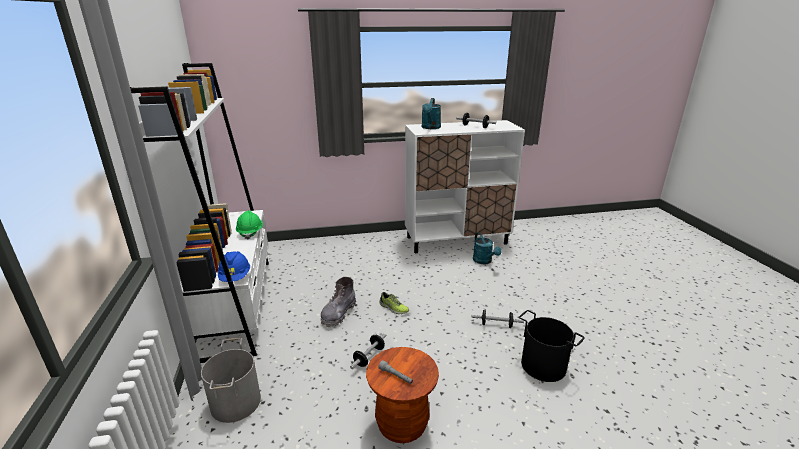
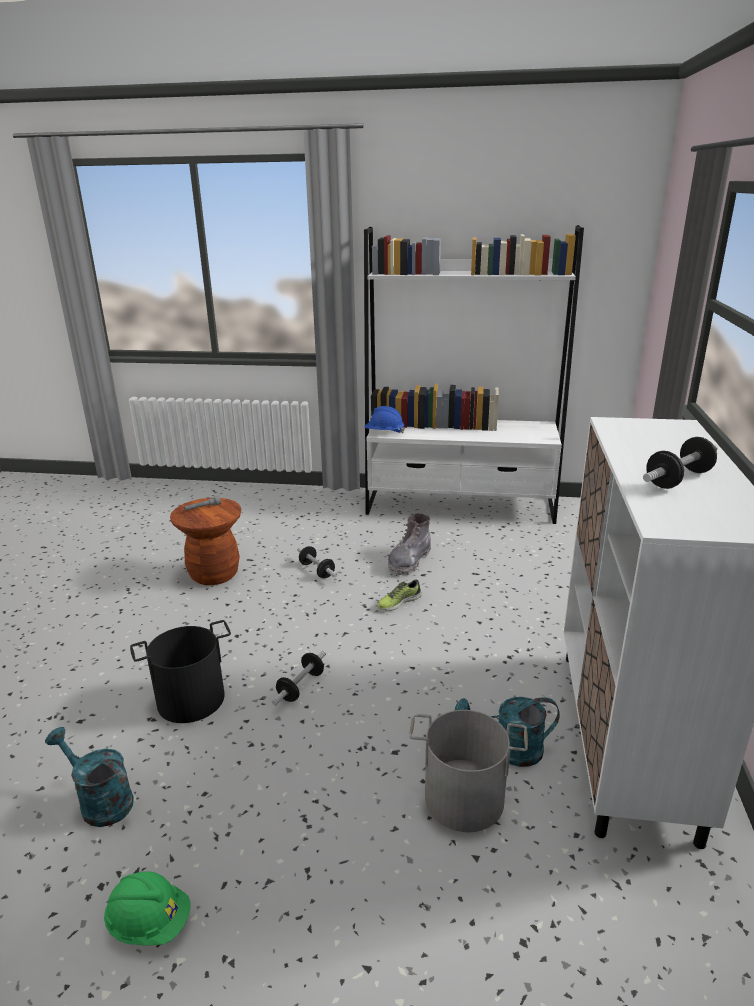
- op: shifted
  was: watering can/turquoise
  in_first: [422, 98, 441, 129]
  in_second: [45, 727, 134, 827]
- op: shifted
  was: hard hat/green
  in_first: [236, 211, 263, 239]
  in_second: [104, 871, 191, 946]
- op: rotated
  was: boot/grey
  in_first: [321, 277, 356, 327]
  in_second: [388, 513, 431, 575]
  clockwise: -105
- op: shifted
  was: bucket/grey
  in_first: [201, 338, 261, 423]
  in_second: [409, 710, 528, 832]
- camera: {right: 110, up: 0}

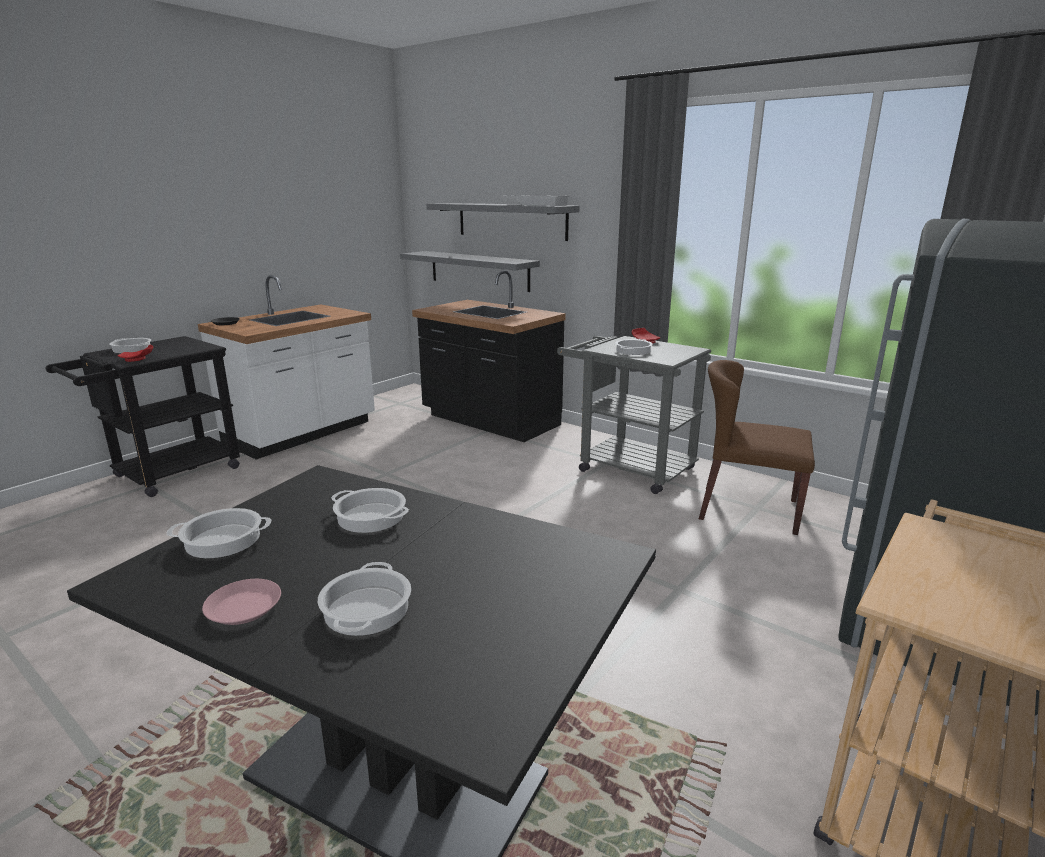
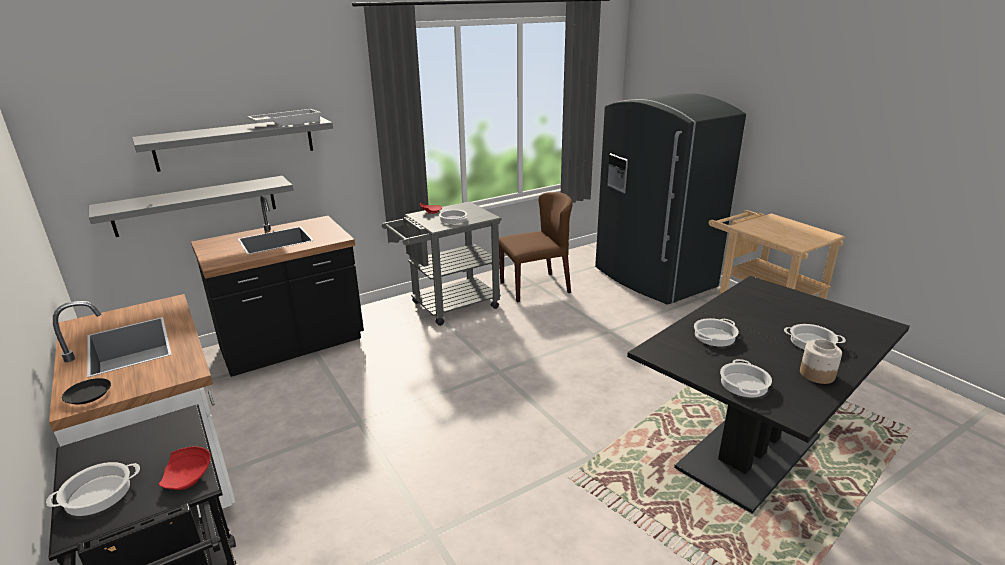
- op: rotated
  was: chair/brown
  in_first: [699, 360, 815, 535]
  in_second: [499, 192, 573, 302]
  clockwise: -150
- op: swapped
  was: plate/pink
  now: jar
  in_first: [202, 579, 281, 625]
  in_second: [800, 339, 842, 384]
- camera: {right: -70, up: 5}

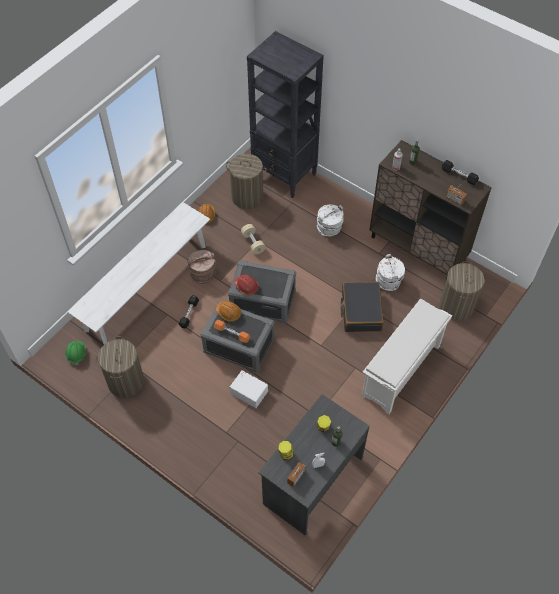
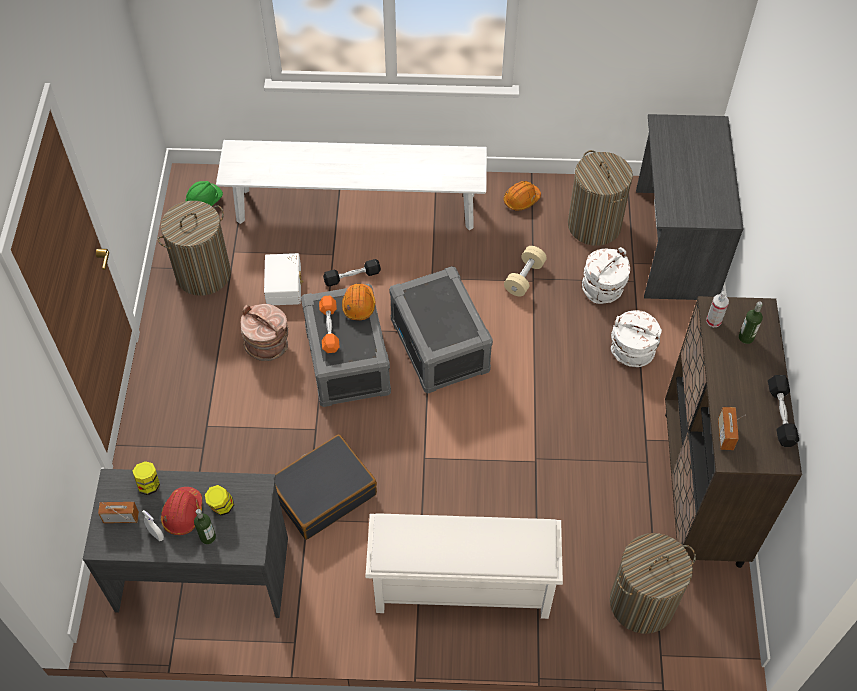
- op: shifted
  was: hard hat/red
  in_first: [234, 274, 259, 295]
  in_second: [161, 487, 202, 535]
- op: shifted
  was: bucket/brown
  in_first: [187, 250, 216, 284]
  in_second: [241, 304, 288, 361]
- op: shifted
  was: storage box/white
  in_first: [230, 370, 268, 408]
  in_second: [264, 253, 304, 305]
- op: shifted
  was: suitcase/black
  in_first: [341, 282, 384, 332]
  in_second: [275, 434, 377, 540]
- op: shifted
  was: bucket/white
  in_first: [376, 254, 405, 291]
  in_second: [582, 247, 630, 304]
- op: swapped
  was: bookcase/black
  now: desk/grey
  in_first: [247, 31, 324, 198]
  in_second: [636, 114, 744, 300]
- camera: {right: 55, up: 0}

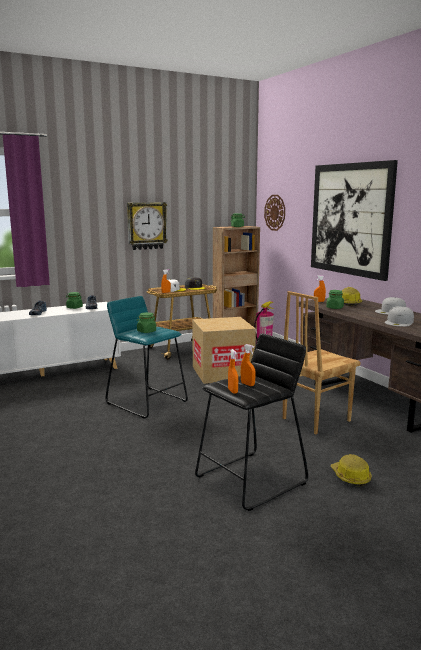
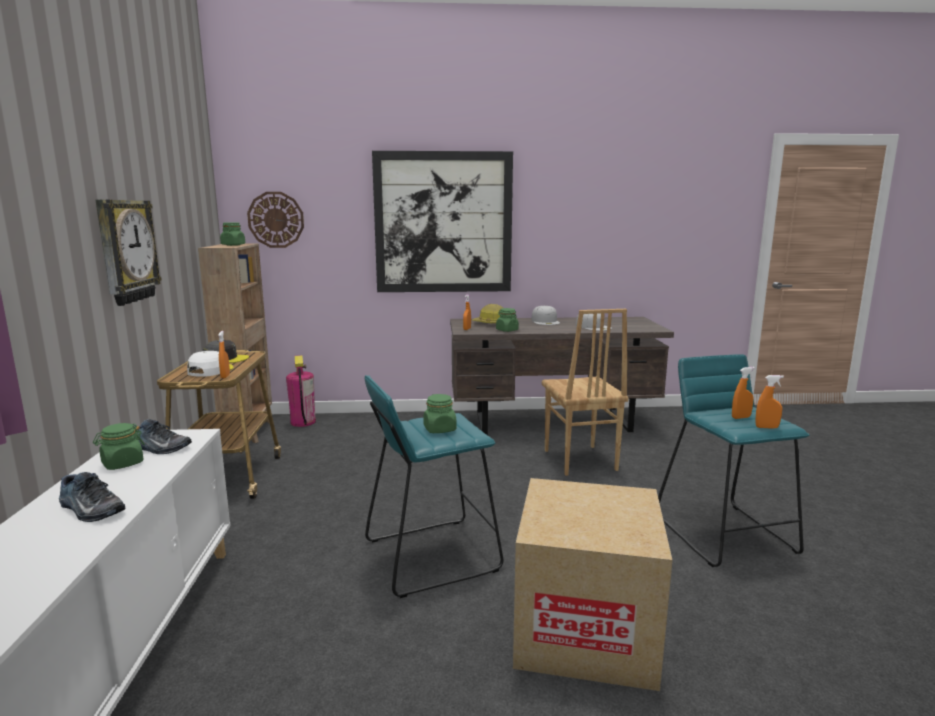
- op: shifted
  was: cardboard box
  in_first: [192, 317, 256, 384]
  in_second: [513, 478, 673, 691]
- op: repainted
  was: stool/black
  now: stool/turquoise
  in_first: [195, 334, 308, 511]
  in_second: [658, 354, 810, 567]
- op: gone
  was: hard hat
  in_first: [331, 454, 372, 486]
- camera: {right: -65, up: 0}

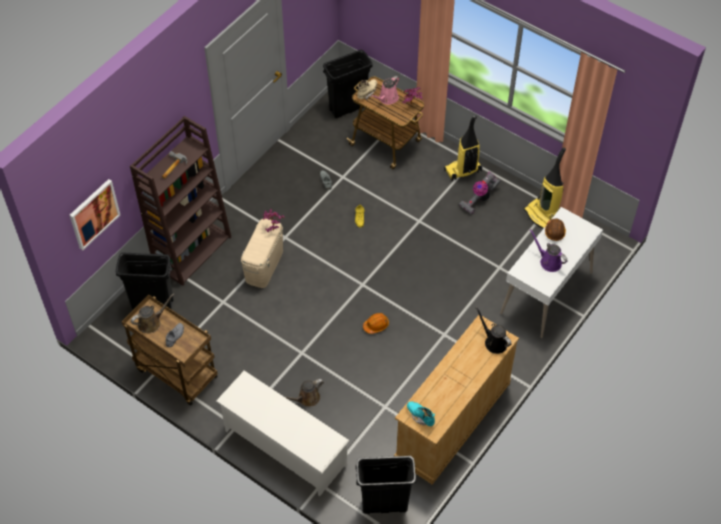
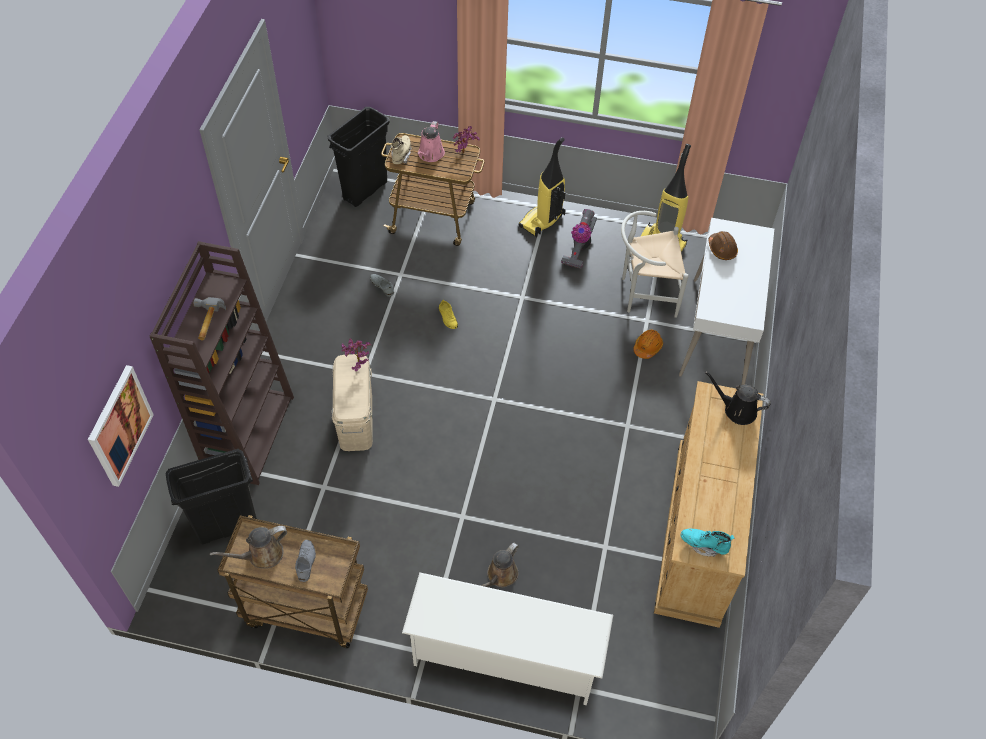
- op: rotated
  was: watering can/brown
  in_first: [131, 293, 175, 333]
  in_second: [210, 526, 287, 569]
  clockwise: -150
- op: new
  now: chair/white
  in_second: [621, 211, 688, 318]
- op: shifted
  was: hard hat/orange
  in_first: [363, 313, 389, 334]
  in_second: [633, 330, 663, 359]
- op: gone
  was: trash can/black
  in_first: [356, 456, 416, 514]
- op: gone
  was: watering can/purple
  in_first: [530, 229, 568, 272]
- camera: {right: -25, up: 0}

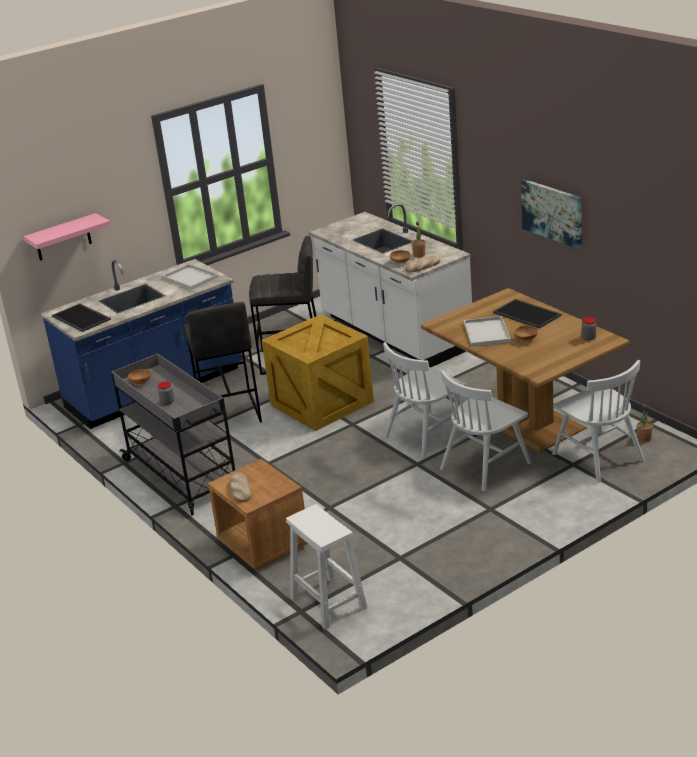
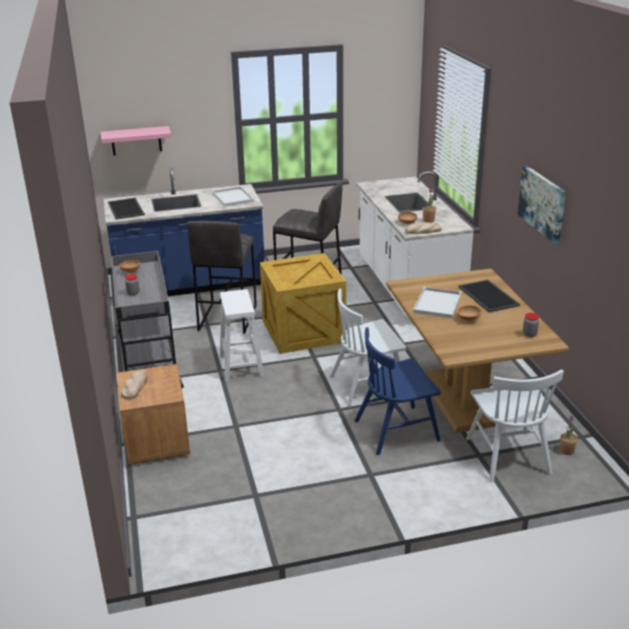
- op: shifted
  was: stool/white
  in_first: [286, 504, 368, 630]
  in_second: [220, 289, 264, 381]
- op: repainted
  was: chair/white
  now: chair/blue
  in_first: [440, 370, 531, 491]
  in_second: [354, 327, 441, 455]
- camera: {right: 20, up: 0}

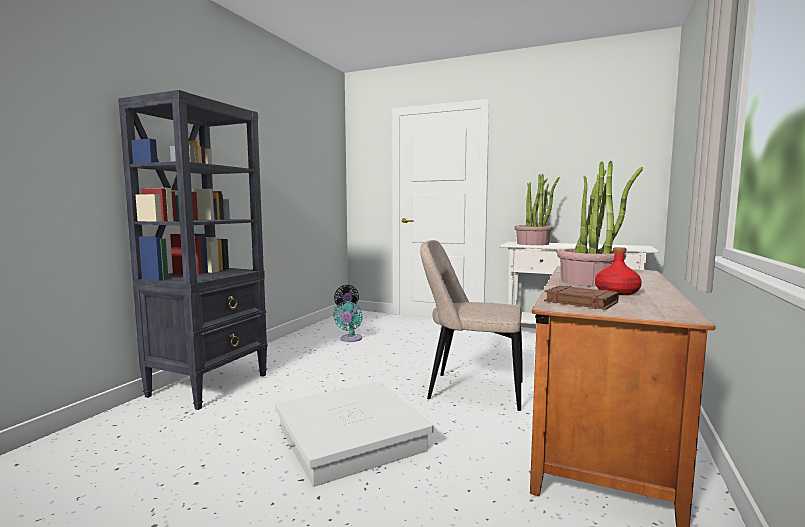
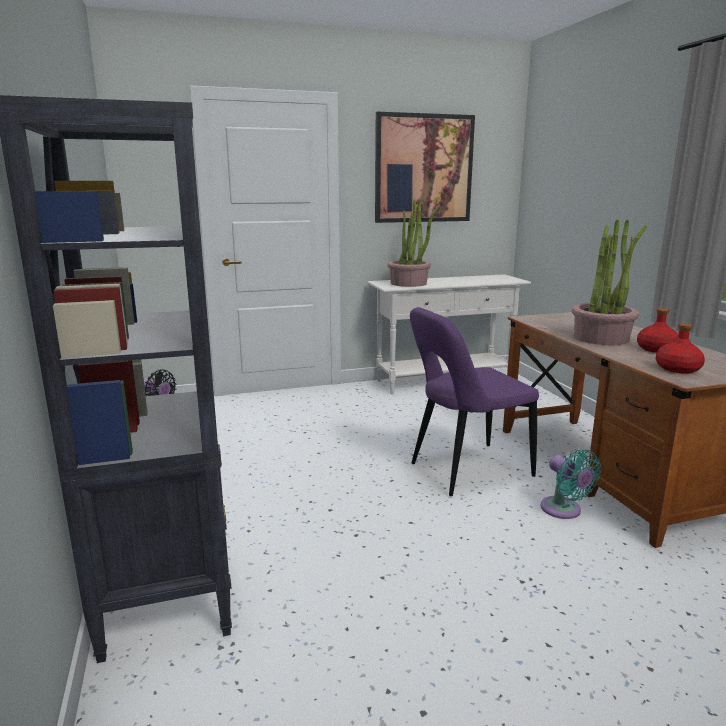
- op: new
  now: picture
  in_second: [375, 112, 475, 223]
- op: repainted
  was: chair/beige
  now: chair/purple
  in_first: [420, 240, 523, 411]
  in_second: [410, 307, 539, 496]
- op: shifted
  was: fan/turquoise
  in_first: [333, 301, 362, 342]
  in_second: [541, 449, 601, 519]
- op: swapped
  was: book/brown
  now: bottle/red
  in_first: [544, 285, 619, 310]
  in_second: [656, 323, 705, 374]
- op: gone
  was: storage box/white
  in_first: [275, 382, 433, 487]
- camera: {right: -40, up: 10}

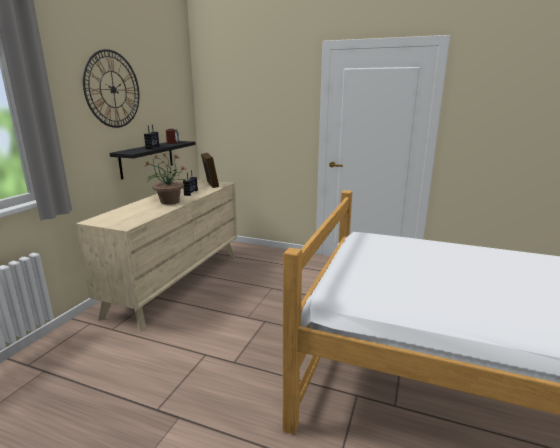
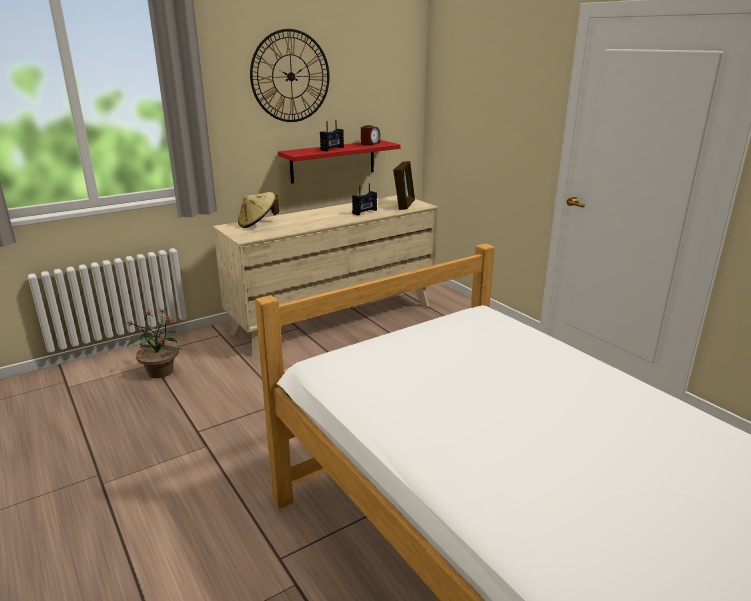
- op: shifted
  was: potted plant
  in_first: [145, 153, 186, 205]
  in_second: [127, 309, 180, 378]
- op: new
  now: hat/beige
  in_second: [238, 192, 279, 228]
- op: repainted
  was: shelf/black
  now: shelf/red
  in_first: [110, 141, 196, 179]
  in_second: [278, 140, 401, 184]
- camera: {right: 35, up: 5}

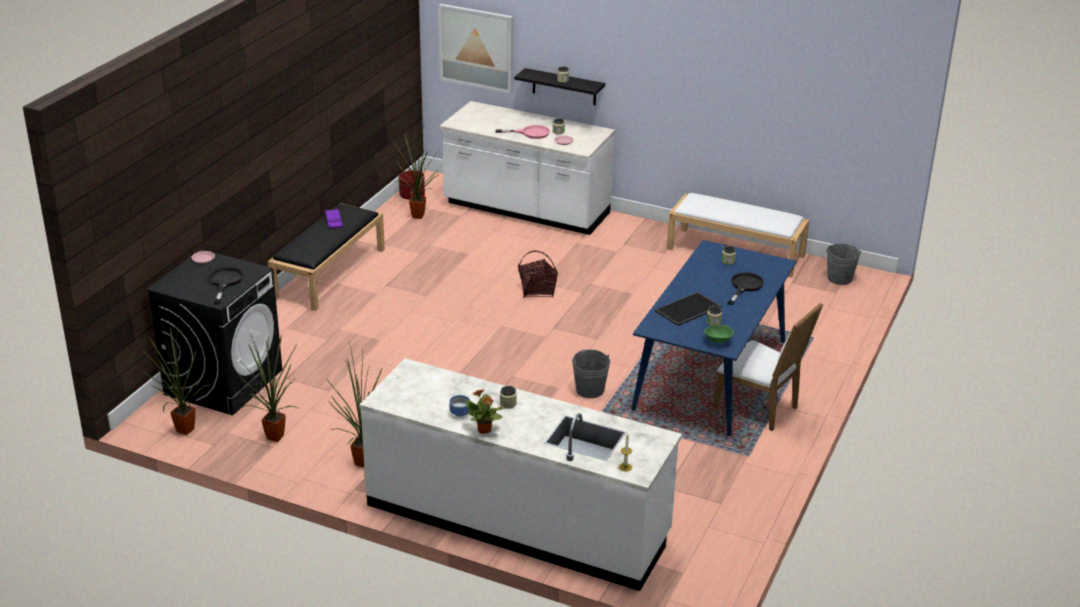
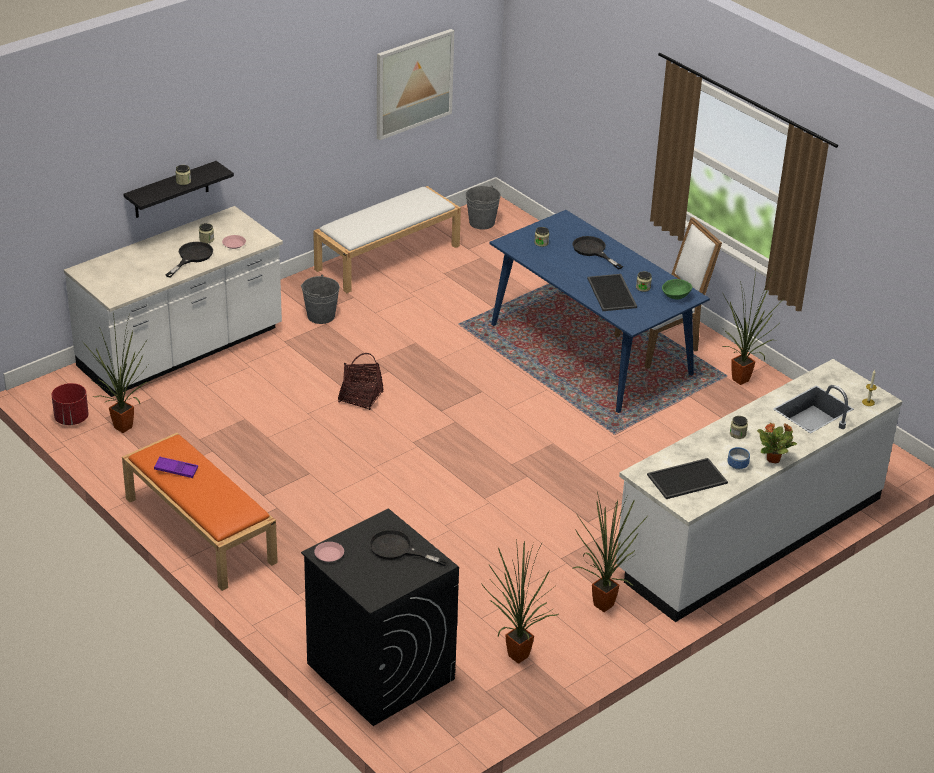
- op: repainted
  was: bench/black
  now: bench/orange
  in_first: [268, 203, 385, 311]
  in_second: [122, 433, 278, 591]
- op: repainted
  was: frying pan/pink
  now: frying pan/black
  in_first: [495, 125, 550, 139]
  in_second: [166, 242, 213, 278]
- op: shifted
  was: bucket/grey
  in_first: [572, 349, 610, 398]
  in_second: [301, 275, 340, 324]
- op: shifted
  was: picture
  in_first: [438, 4, 513, 94]
  in_second: [377, 29, 454, 140]
- op: new
  now: tray
  in_second: [647, 458, 728, 499]
- op: shifted
  was: potted plant
  in_first: [140, 323, 212, 435]
  in_second: [723, 270, 781, 385]
- camera: {right: -65, up: 5}

